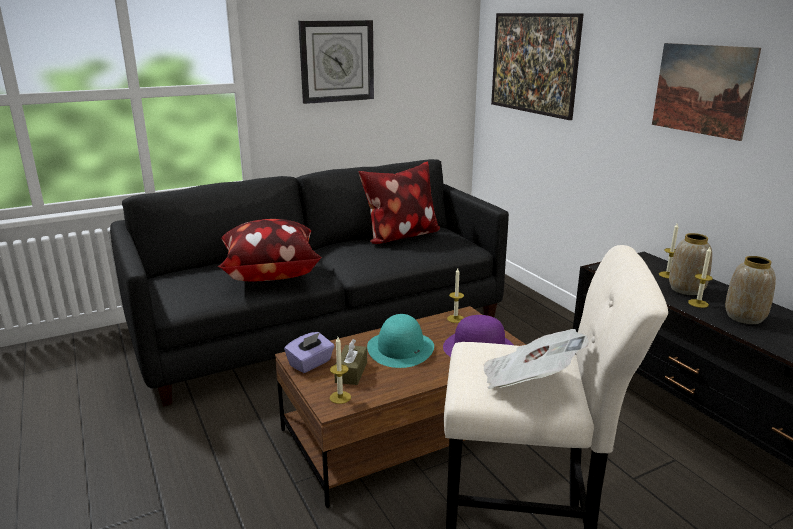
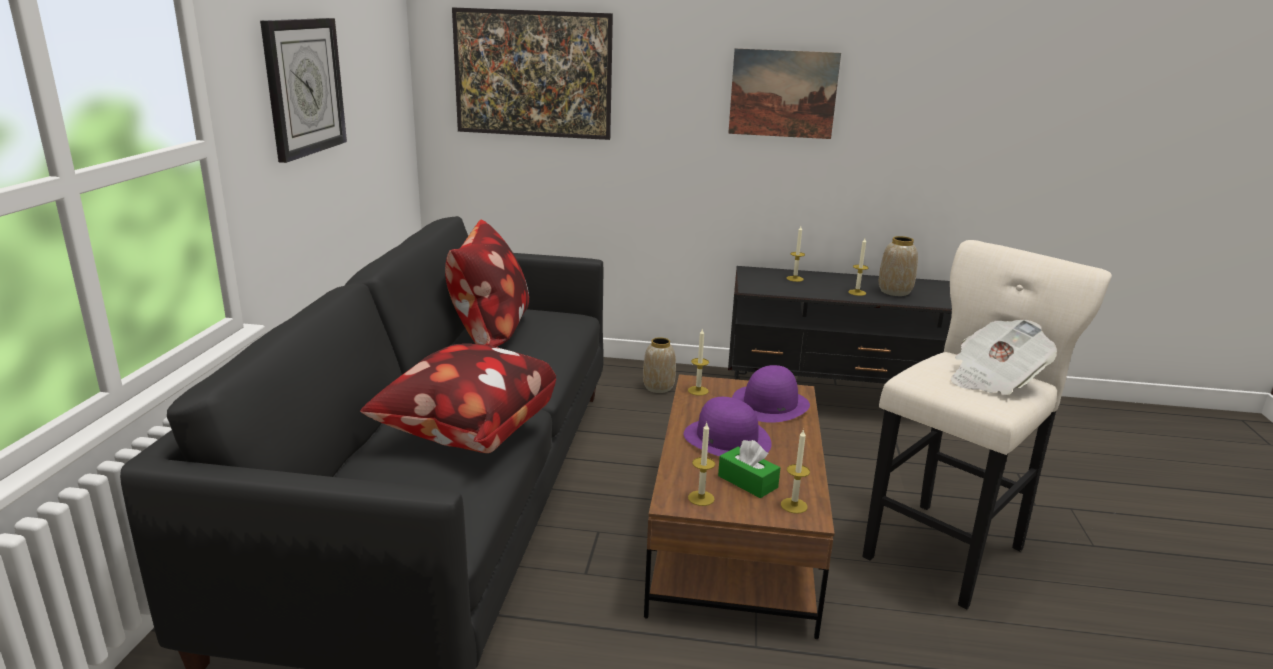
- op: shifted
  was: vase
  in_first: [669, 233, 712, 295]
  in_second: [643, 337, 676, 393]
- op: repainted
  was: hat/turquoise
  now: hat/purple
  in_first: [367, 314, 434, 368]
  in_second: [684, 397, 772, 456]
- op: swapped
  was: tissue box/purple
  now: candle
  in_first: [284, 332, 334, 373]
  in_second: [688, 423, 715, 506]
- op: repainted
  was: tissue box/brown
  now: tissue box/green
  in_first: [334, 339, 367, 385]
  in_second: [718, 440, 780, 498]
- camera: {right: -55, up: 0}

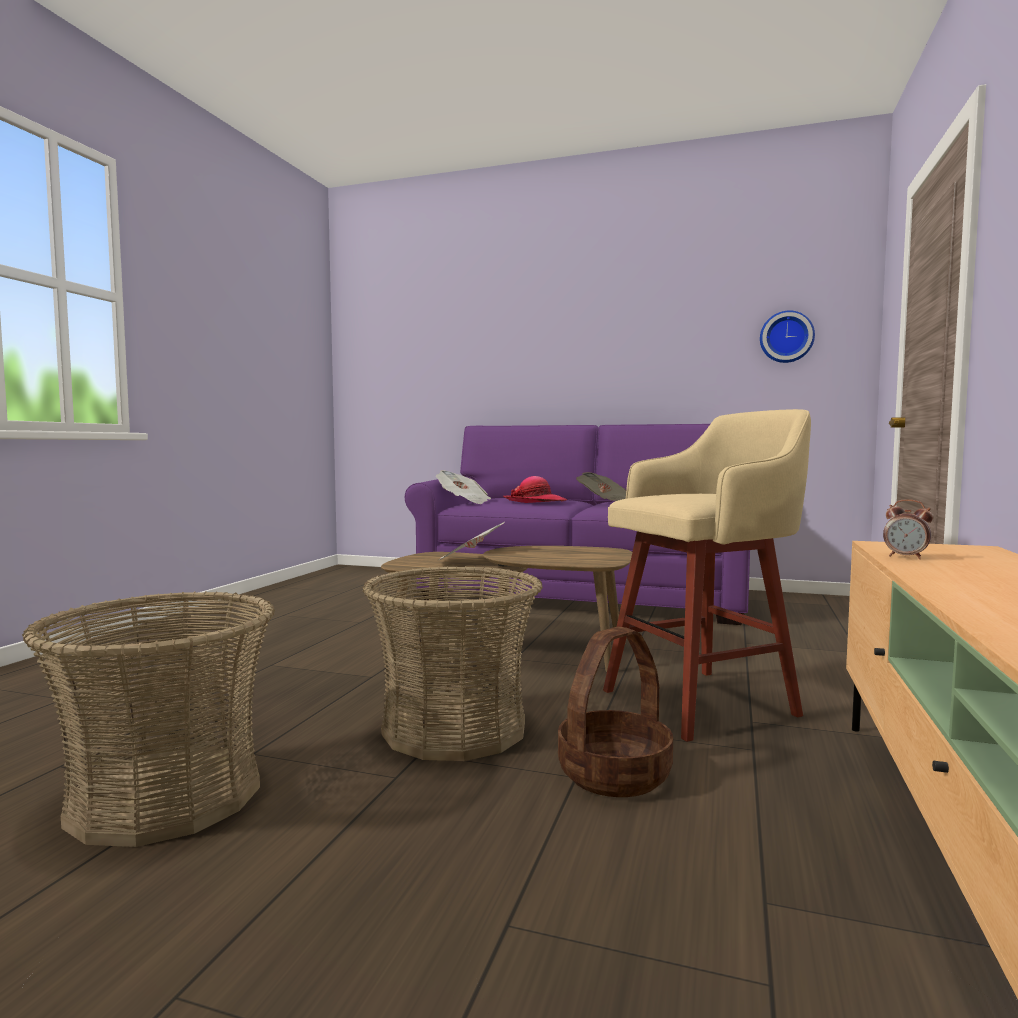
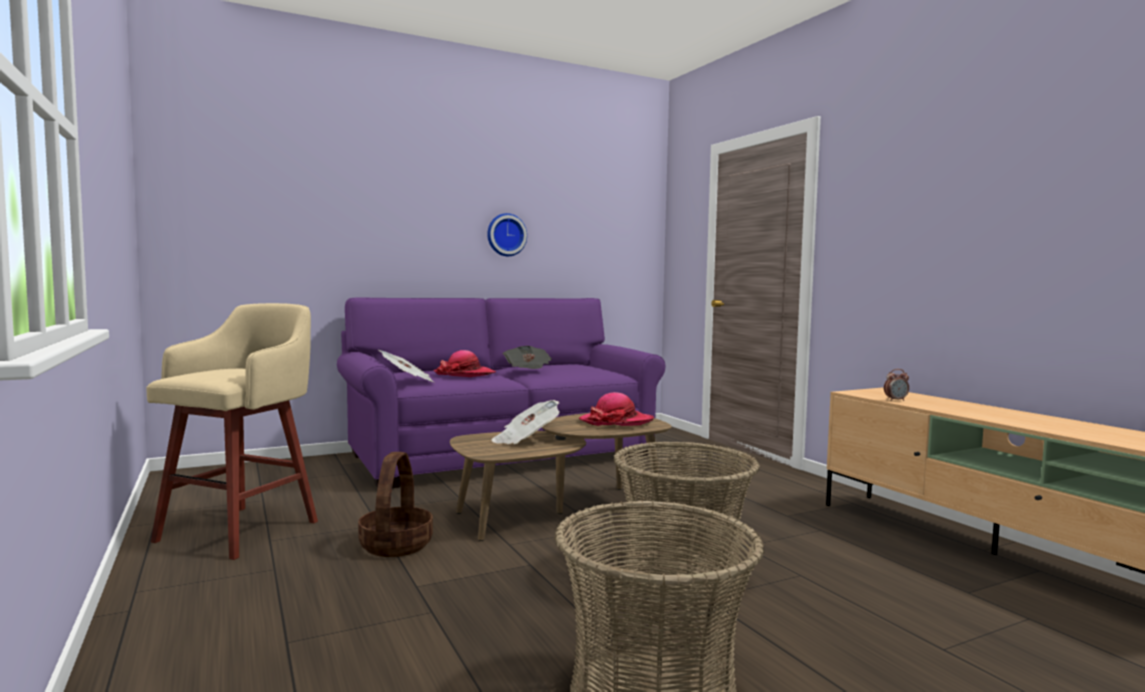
- op: shifted
  was: stool/beige
  in_first: [603, 409, 811, 742]
  in_second: [146, 303, 318, 560]
- op: shifted
  was: basket
  in_first: [558, 627, 673, 797]
  in_second: [358, 452, 433, 557]
- op: shifted
  was: wall clock
  in_first: [760, 310, 815, 363]
  in_second: [487, 213, 527, 256]
- op: new
  now: hat
  in_second: [579, 392, 654, 426]
- camera: {right: -45, up: 0}

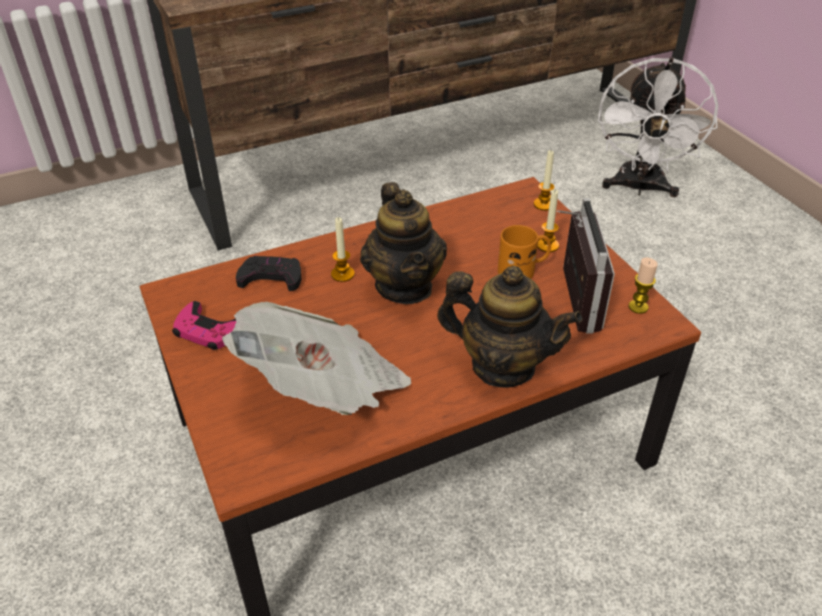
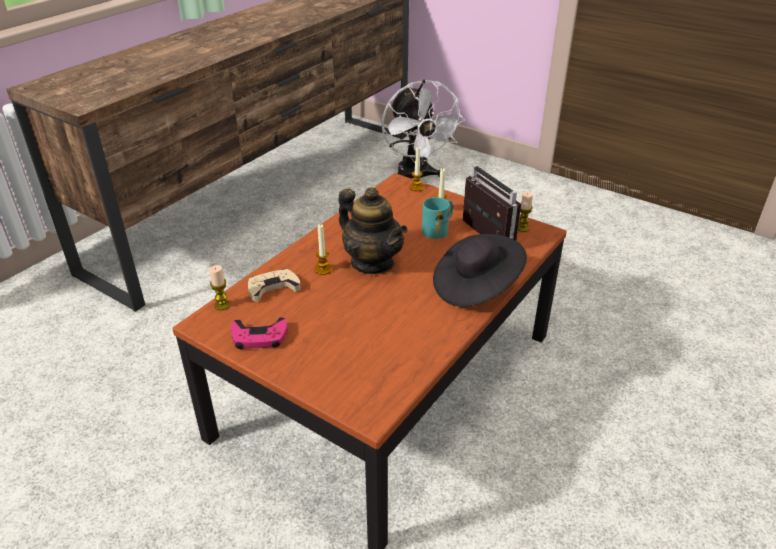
- op: new
  now: candle
  in_second: [209, 265, 230, 310]
- op: repainted
  was: game controller/black
  now: game controller/beige
  in_first: [236, 256, 301, 291]
  in_second: [248, 269, 301, 302]
- op: repainted
  was: mug/orange
  now: mug/turquoise
  in_first: [498, 225, 551, 279]
  in_second: [422, 197, 453, 239]
- op: swapped
  was: teapot
  now: hat/black
  in_first: [437, 266, 583, 388]
  in_second: [433, 234, 527, 307]
- op: gone
  was: newspaper
  in_first: [222, 302, 411, 415]
- camera: {right: -30, up: -5}

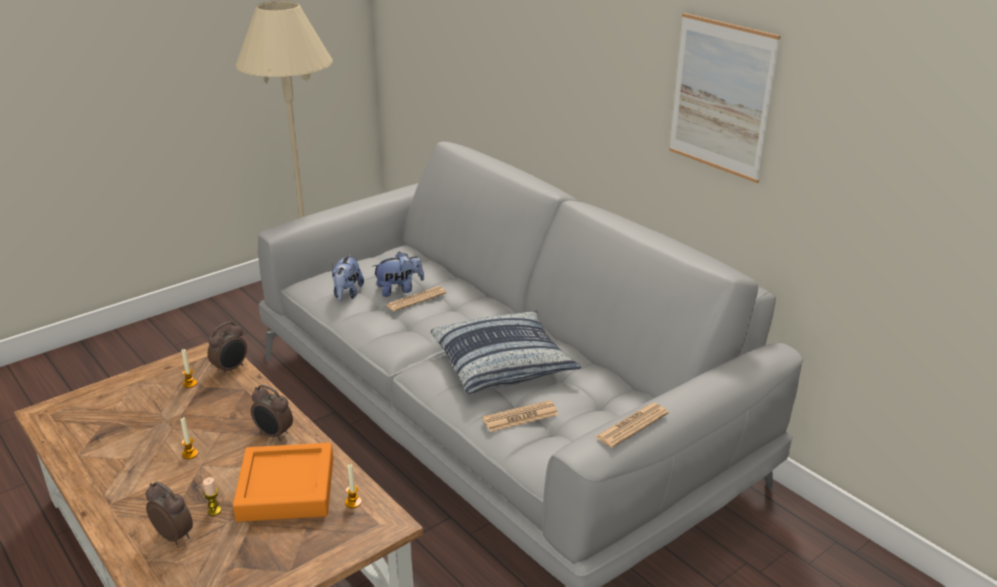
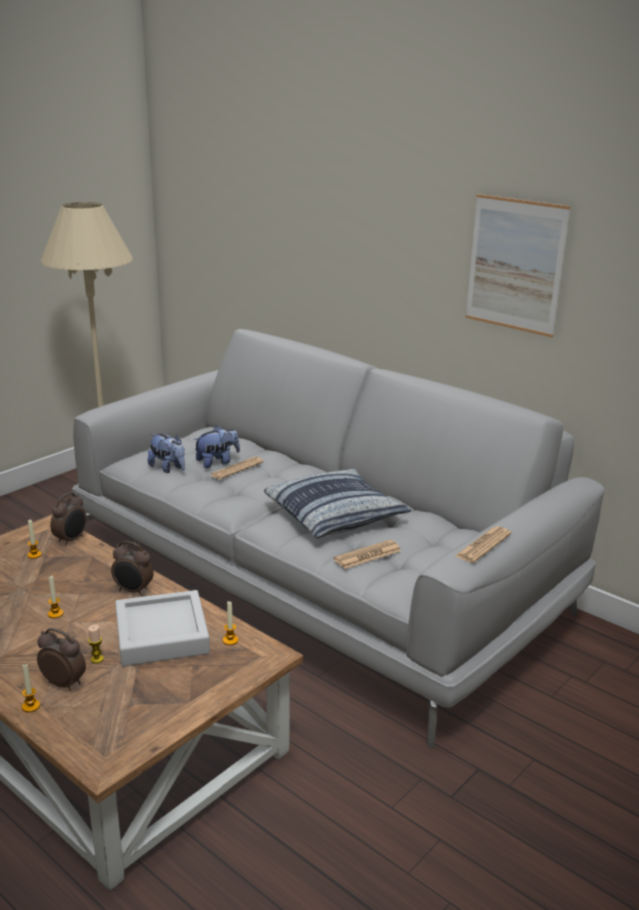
- op: new
  now: candle
  in_second: [22, 664, 40, 712]
- op: repainted
  was: tray/orange
  now: tray/grey
  in_first: [233, 443, 333, 522]
  in_second: [115, 590, 210, 666]
- op: rotated
  was: plush toy
  in_first: [332, 254, 364, 301]
  in_second: [148, 434, 185, 473]
  clockwise: -45
- camera: {right: -10, up: -5}

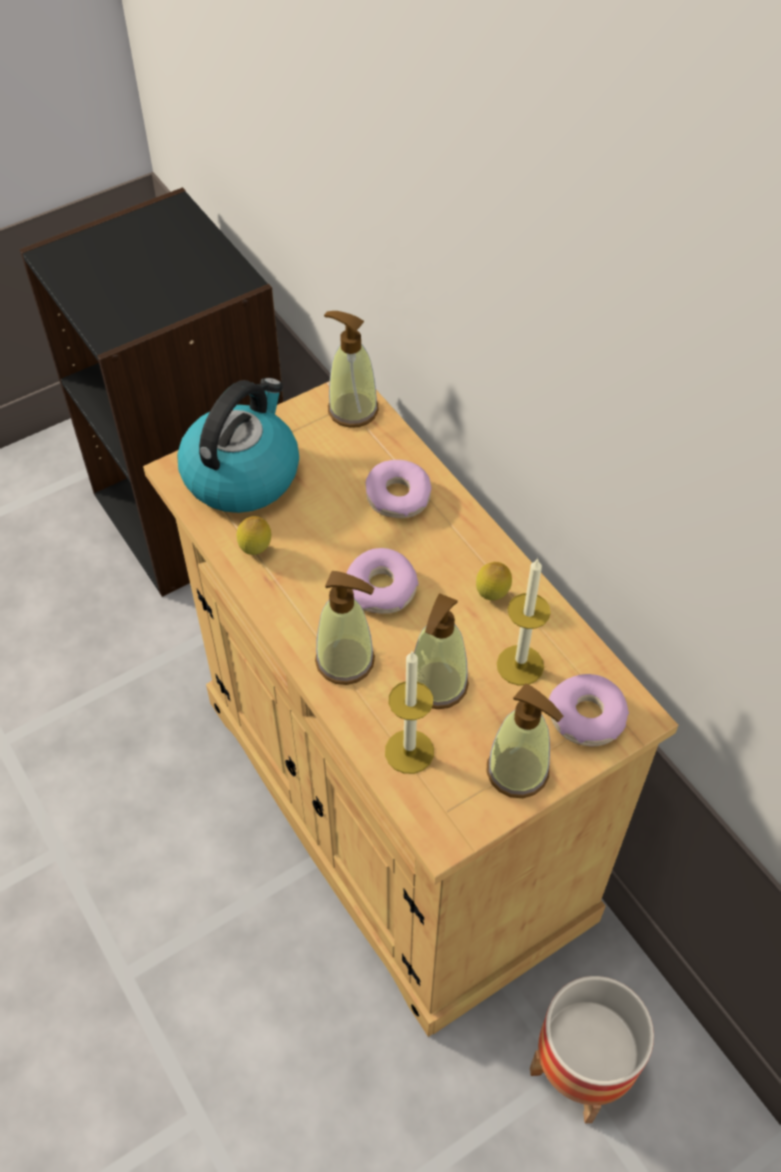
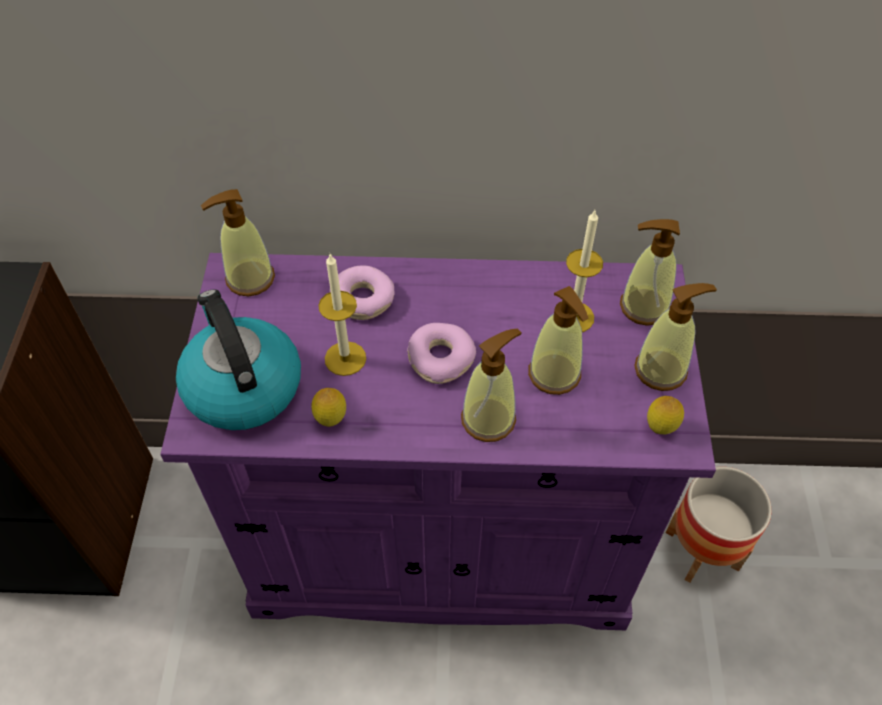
- op: repainted
  was: cabinet/beige
  now: cabinet/purple
  in_first: [143, 382, 678, 1037]
  in_second: [160, 253, 716, 630]
- op: shifted
  was: candle
  in_first: [385, 651, 434, 774]
  in_second: [318, 254, 366, 376]
- op: swapped
  was: donut
  now: soap dispenser
  in_first: [549, 674, 629, 746]
  in_second: [620, 219, 680, 326]
- op: shifted
  was: lemon
  in_first: [476, 562, 512, 600]
  in_second: [647, 396, 684, 434]
- camera: {right: -55, up: 0}

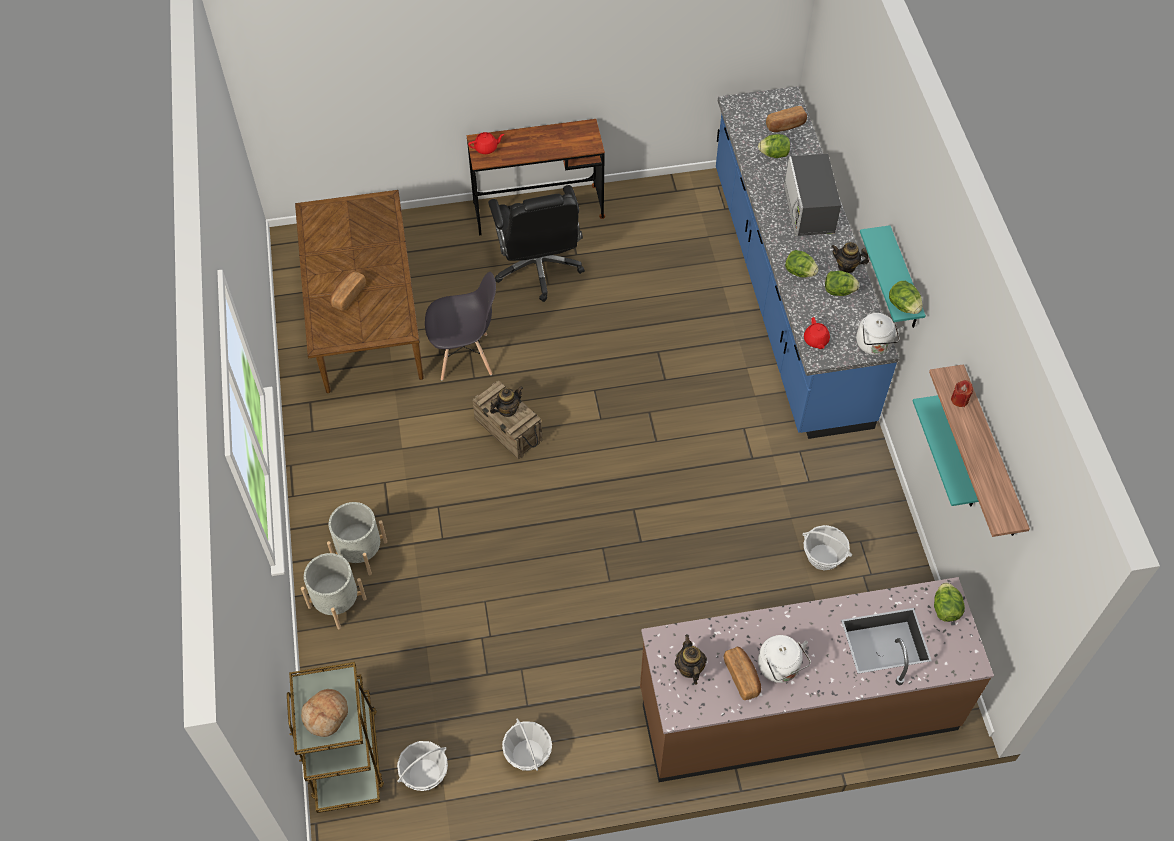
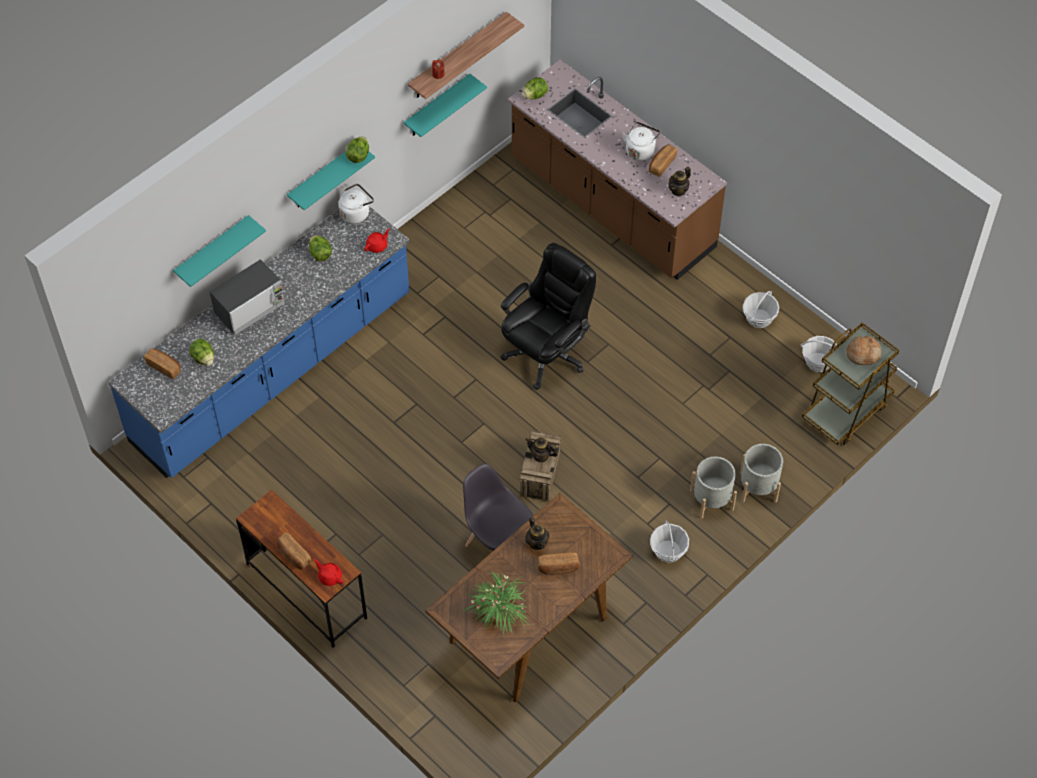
- op: new
  now: shelf/turquoise
  in_second: [173, 215, 266, 287]
- op: new
  now: bread
  in_second: [276, 532, 311, 570]
- op: new
  now: potted plant
  in_second: [462, 570, 529, 635]
- op: shifted
  was: office chair/black
  in_first: [488, 185, 585, 302]
  in_second: [501, 243, 596, 390]
- op: shifted
  was: teapot
  in_first: [831, 242, 869, 273]
  in_second: [525, 517, 549, 550]
- op: shifted
  was: basket
  in_first: [803, 525, 852, 570]
  in_second: [650, 520, 689, 563]
- op: gone
  was: lettuce
  in_first: [785, 250, 819, 277]
- camera: {right: -125, up: 0}

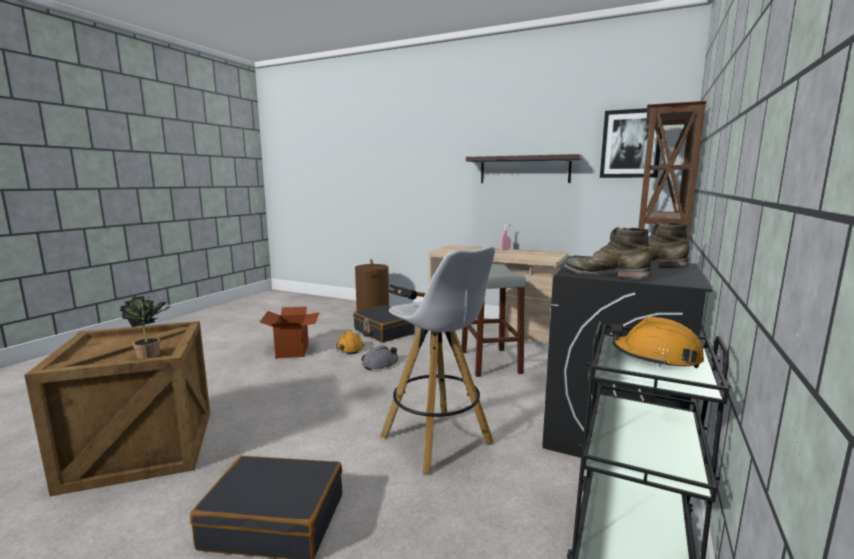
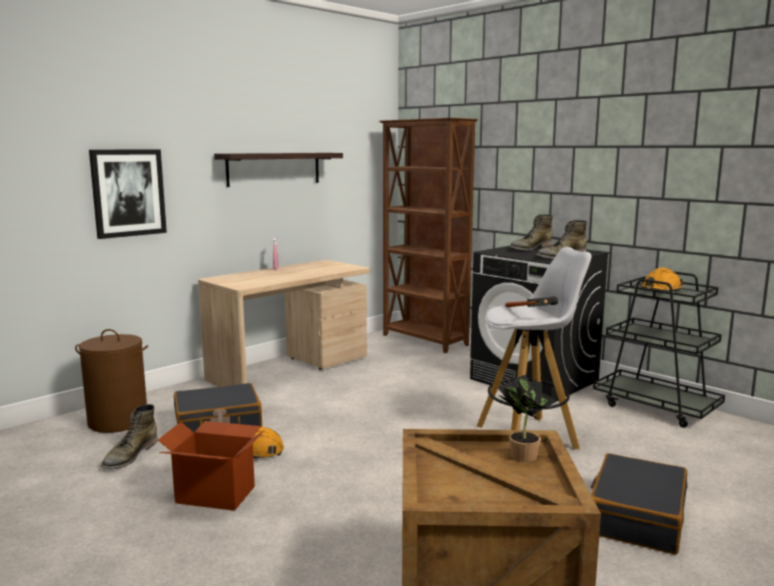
- op: shifted
  was: picture
  in_first: [600, 108, 662, 178]
  in_second: [89, 150, 167, 239]
- op: new
  now: boot/green
  in_second: [101, 404, 158, 470]
- op: gone
  was: hard hat/grey
  in_first: [361, 345, 398, 370]
- op: gone
  was: stool/grey
  in_first: [461, 264, 526, 377]
- camera: {right: -70, up: 0}

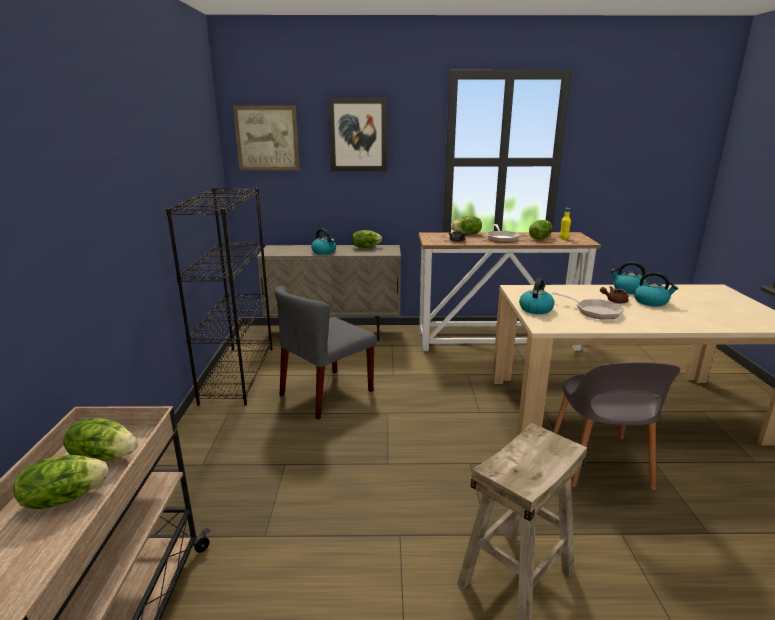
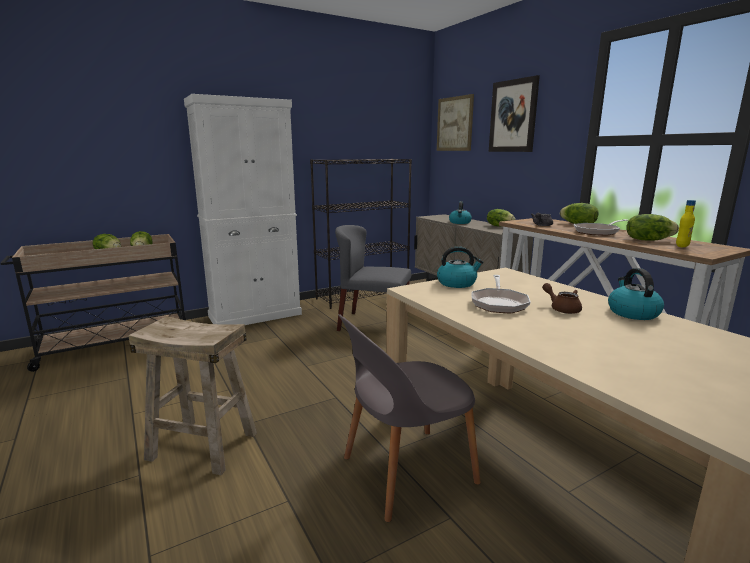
- op: new
  now: cabinet/white
  in_second: [184, 94, 302, 325]
- op: gone
  was: kettle
  in_first: [634, 272, 678, 307]
- camera: {right: 60, up: -5}

